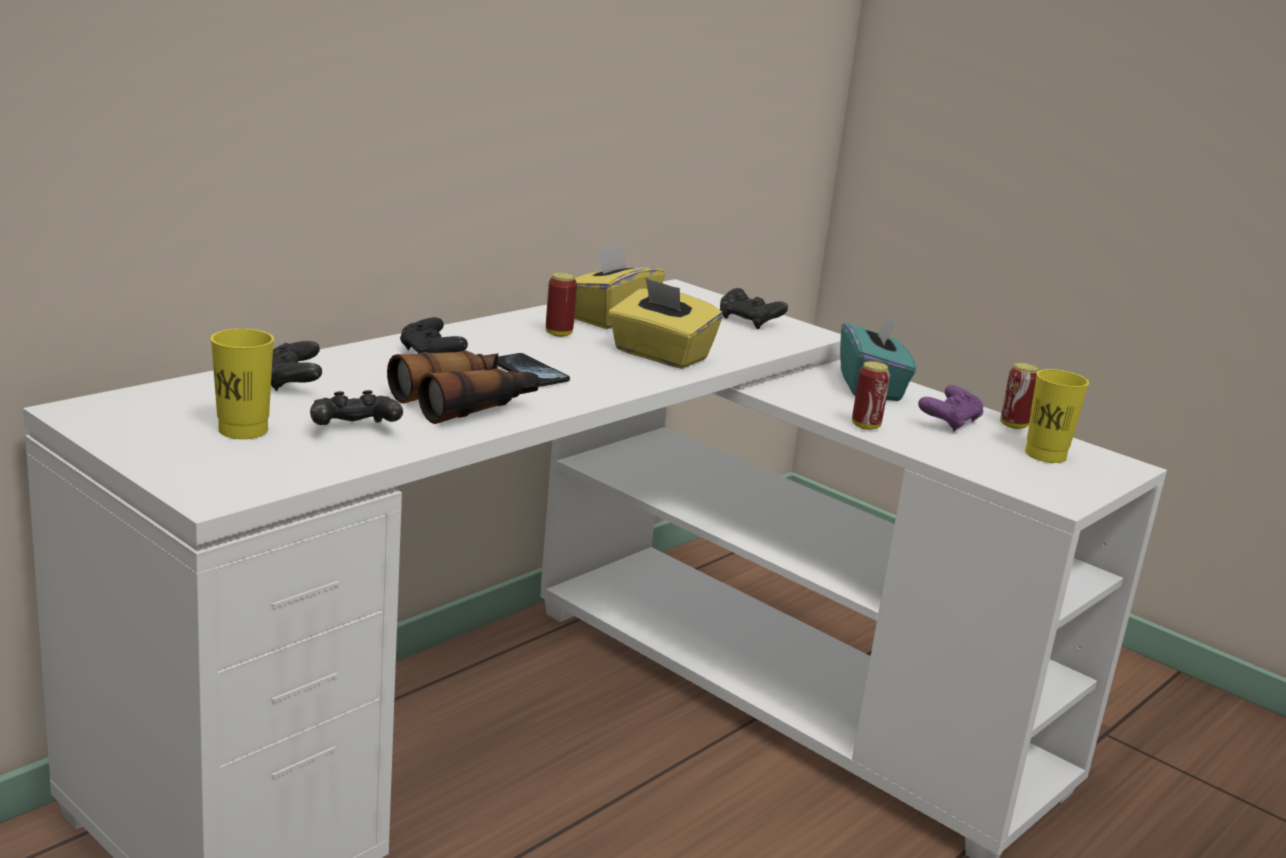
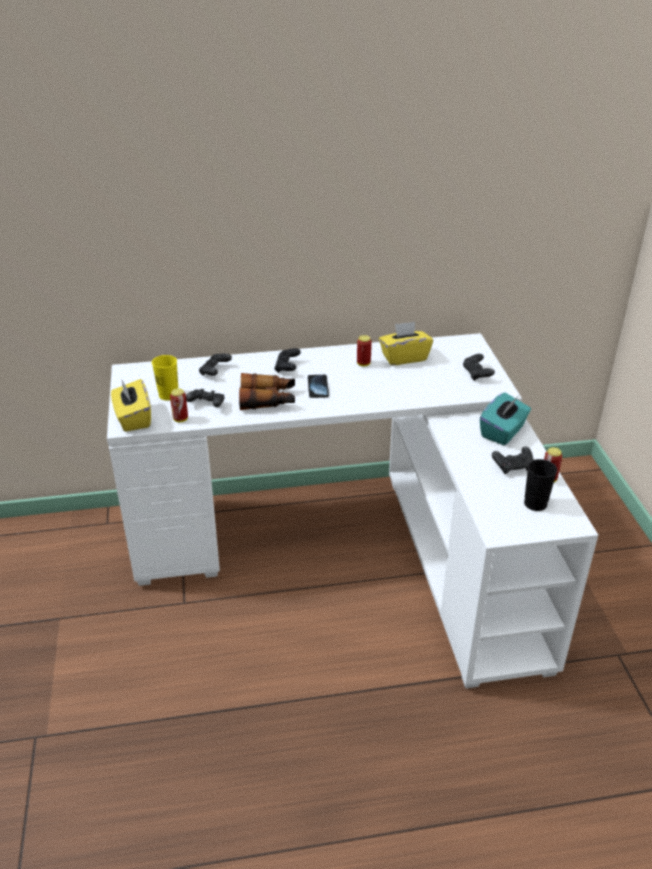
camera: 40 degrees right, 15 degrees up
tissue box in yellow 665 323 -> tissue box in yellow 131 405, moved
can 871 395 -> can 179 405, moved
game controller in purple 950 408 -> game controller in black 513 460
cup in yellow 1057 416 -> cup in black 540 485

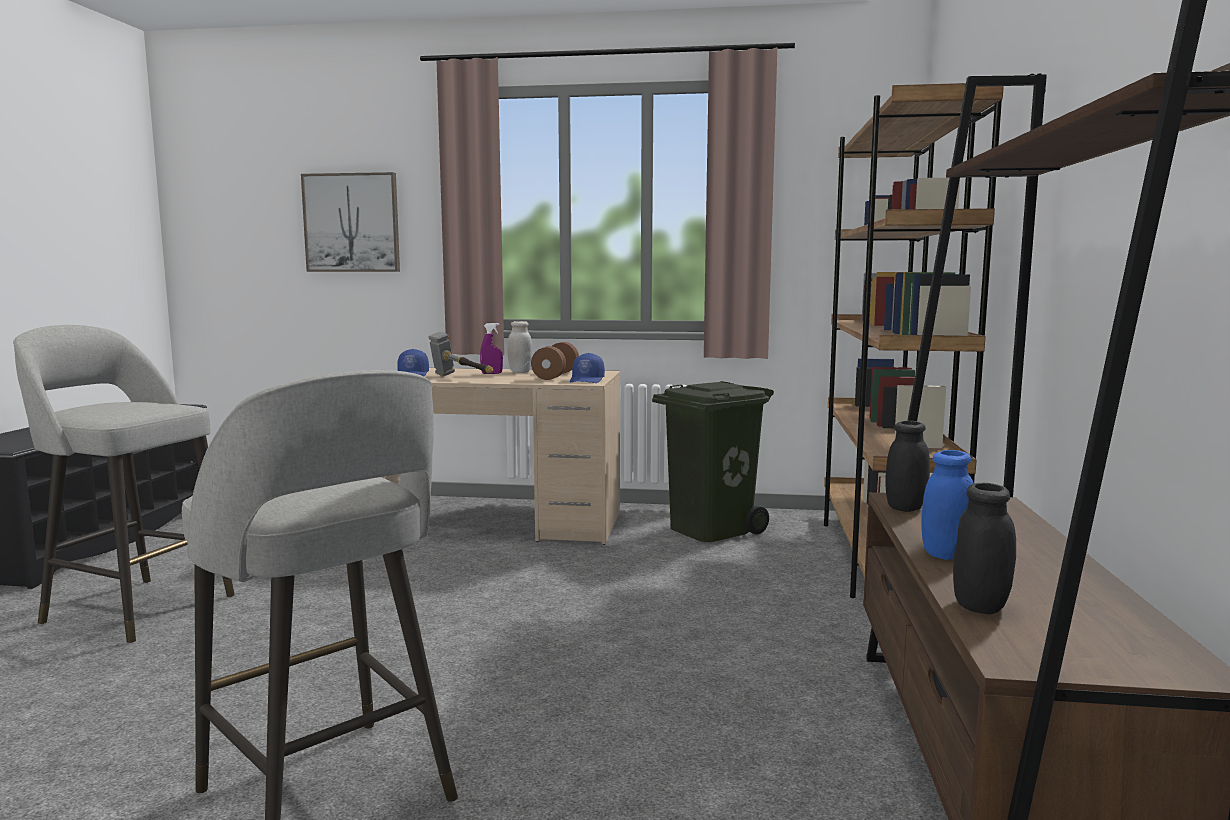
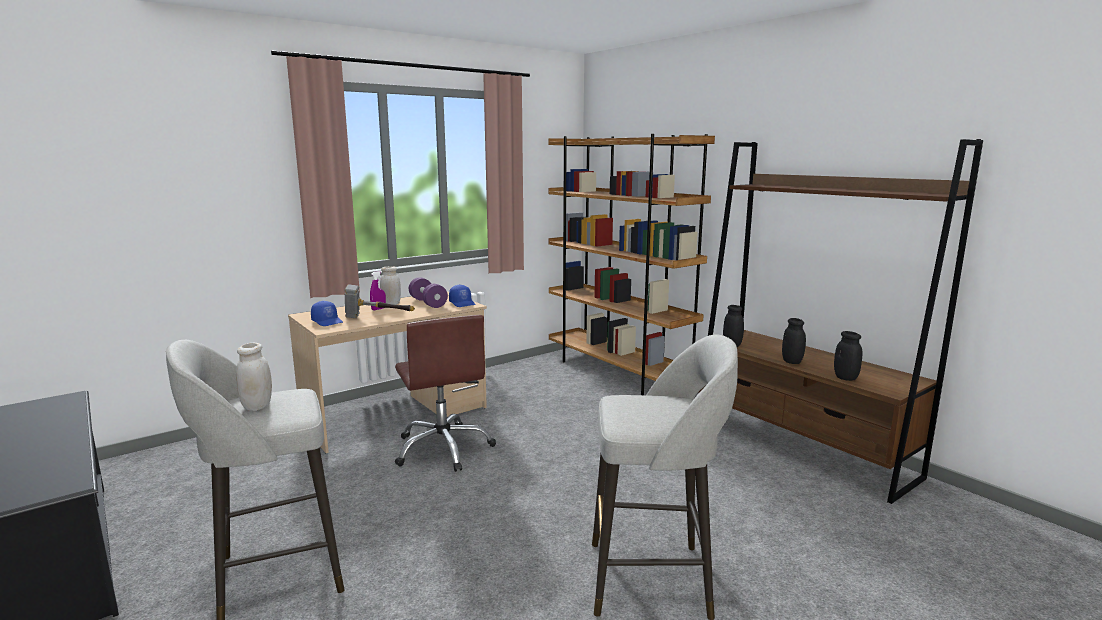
camera: 45 degrees left, 5 degrees up
picture 350 222 -> none
dumbbell in brown 555 361 -> dumbbell in purple 428 292
trash can in green 713 461 -> none
jar in blue 947 505 -> jar in black 794 341
none -> jar in white 254 376
none -> office chair in brown 445 393

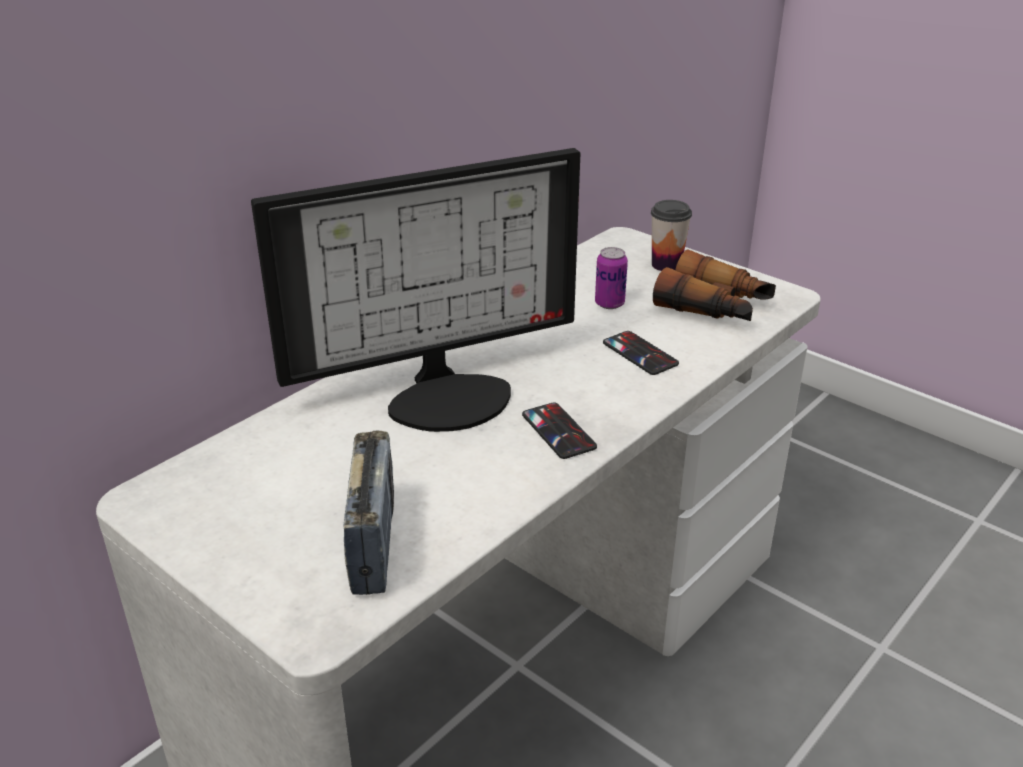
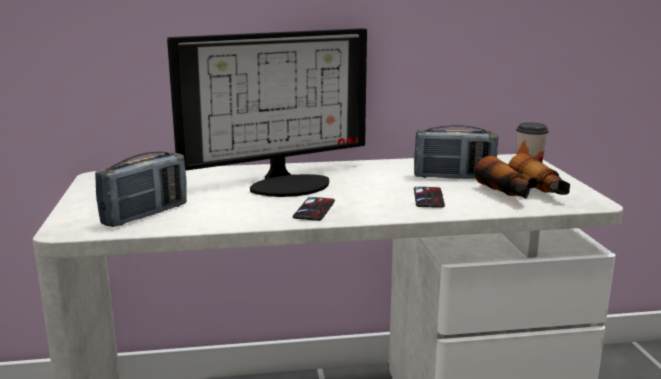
camera: 40 degrees right, 15 degrees down
monitor 415 290 -> monitor 267 112, 45 degrees counterclockwise
can 611 278 -> radio 456 152

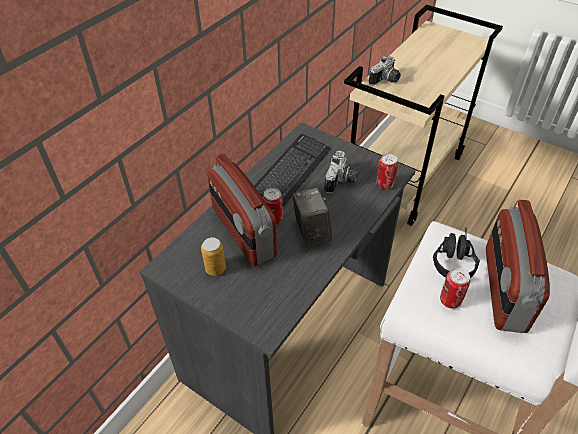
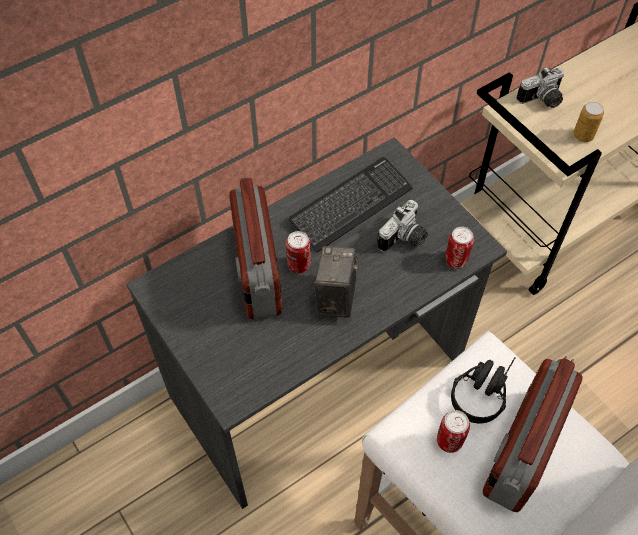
camera: 20 degrees right, 10 degrees up
can 213 256 -> can 588 122, moved

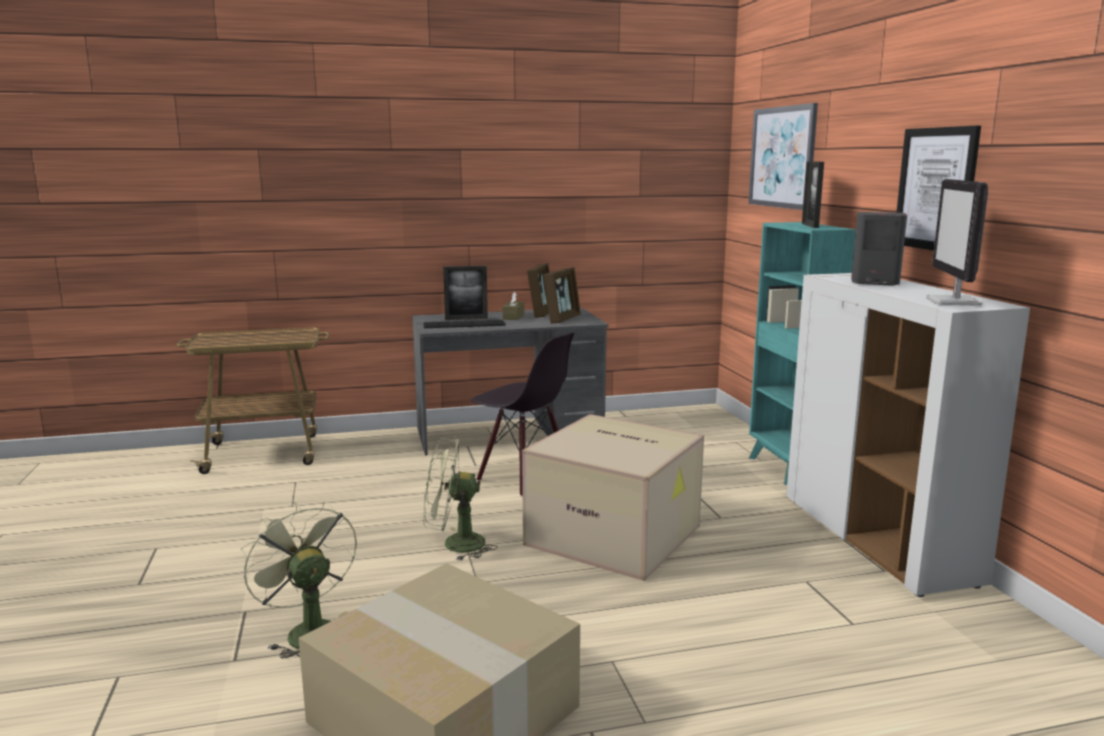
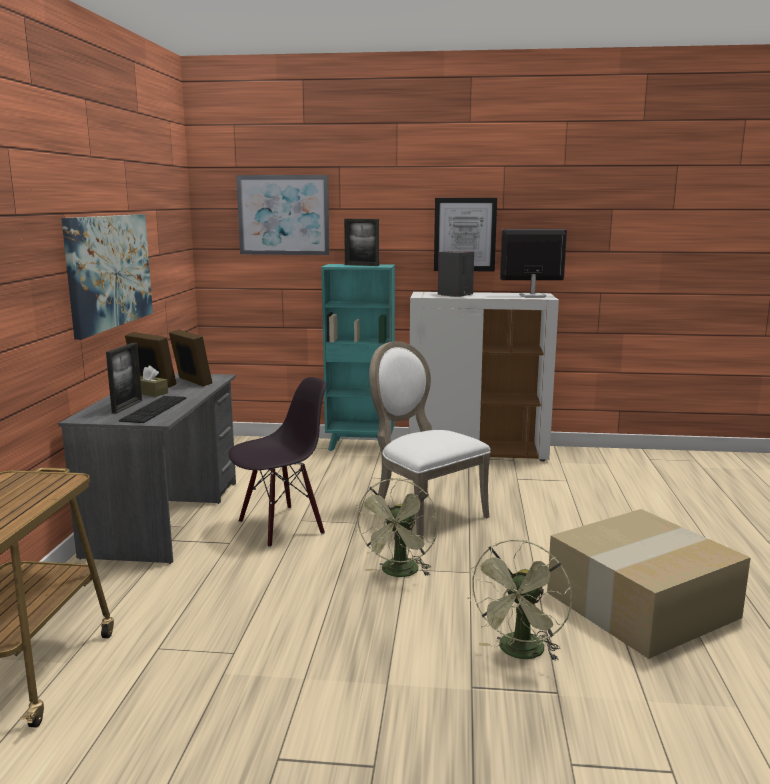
camera: 70 degrees left, 0 degrees up
fan in green 299 579 -> fan in green 520 600, 45 degrees counterclockwise
cardboard box 613 497 -> chair in white 430 441
monitor 957 242 -> monitor 533 263, 150 degrees clockwise
none -> picture 107 277

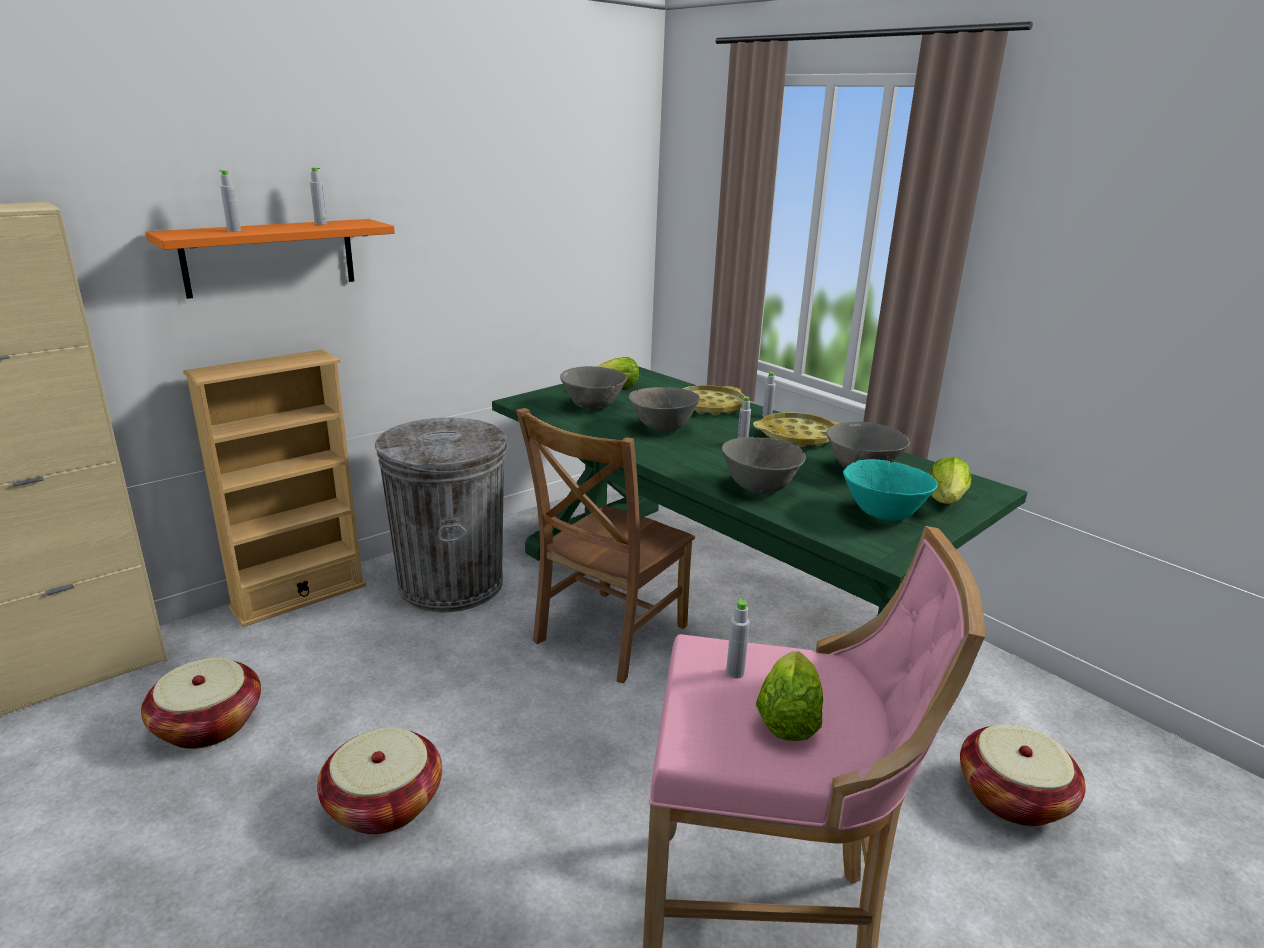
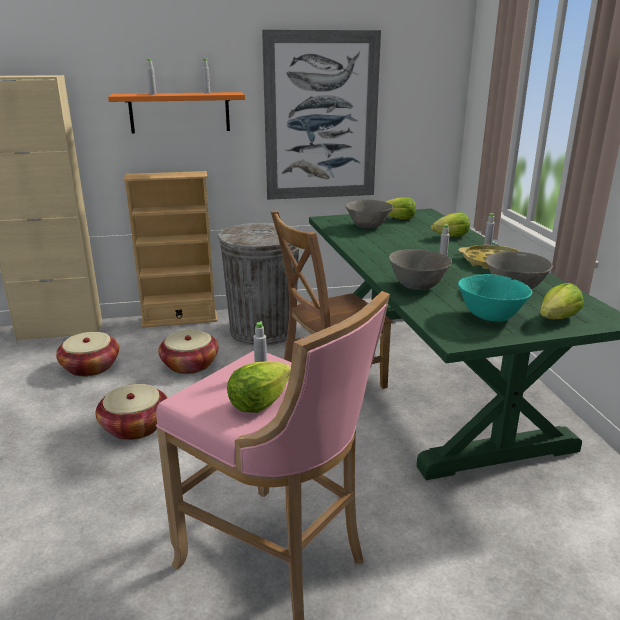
camera: 30 degrees right, 0 degrees up
bowl in grey 664 409 -> none
tray in yellow 713 400 -> lettuce 450 224
basket 1023 775 -> basket 188 352, moved
none -> picture 321 115

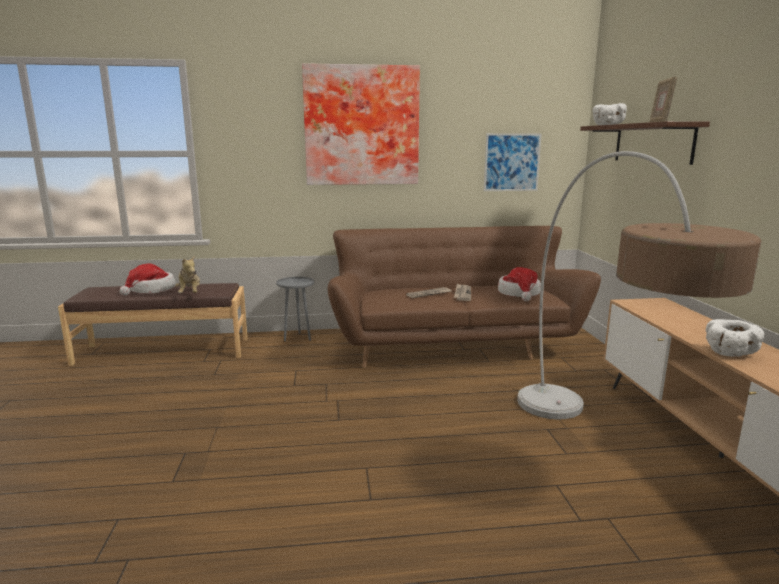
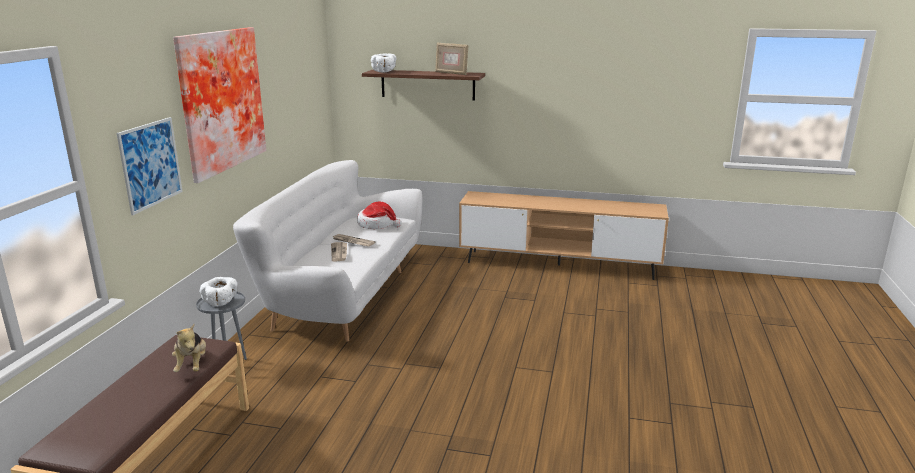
camera: 70 degrees left, 5 degrees up
hat 147 280 -> none
plush toy 187 274 -> plush toy 189 348, 75 degrees clockwise
sofa in brown 464 297 -> sofa in white 327 251
picture 513 162 -> picture 150 166, moved
floor lamp 639 285 -> none
bowl in white 735 338 -> bowl in white 218 292, moved

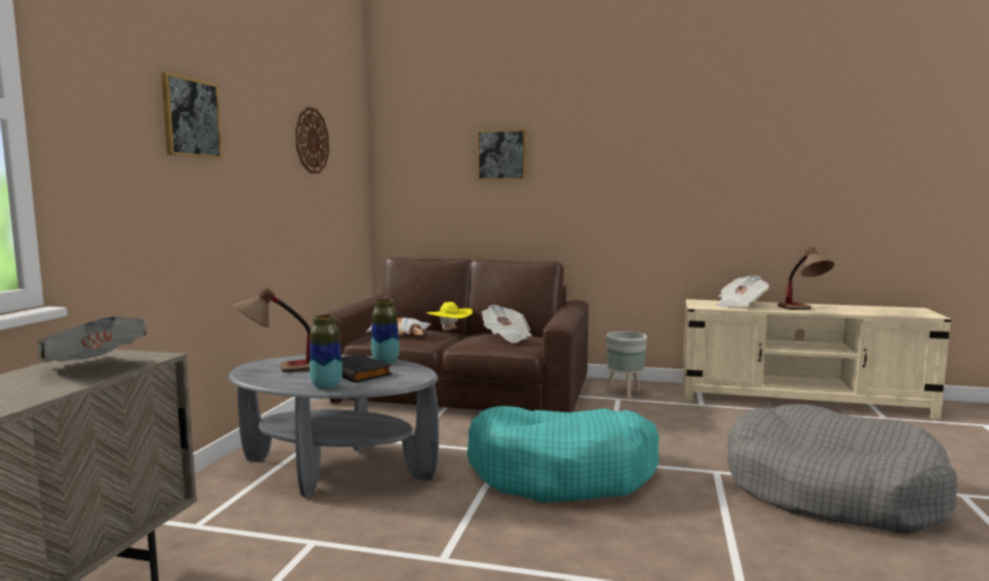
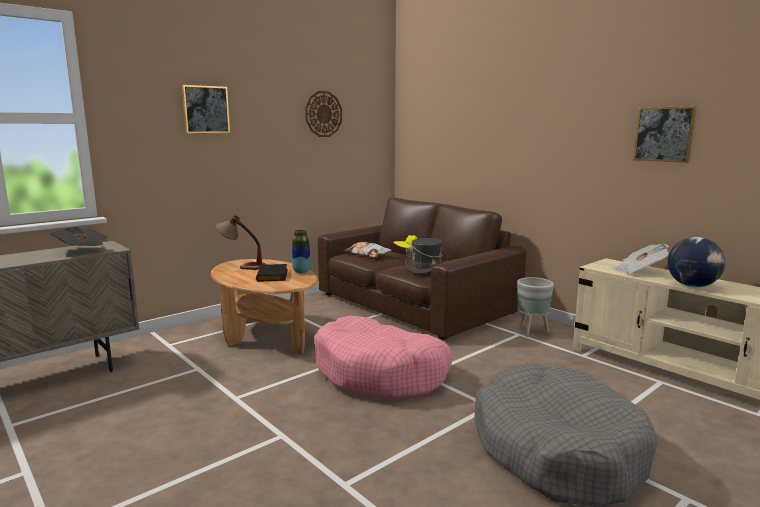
camera: 35 degrees right, 5 degrees up
coffee table in grey 333 426 -> coffee table in brown 264 306
vase 326 352 -> none
dog bed in turquoise 563 454 -> dog bed in pink 383 357
picture 501 154 -> picture 665 134, moved
newspaper 507 324 -> hat in grey 426 256
table lamp 806 278 -> globe 696 262

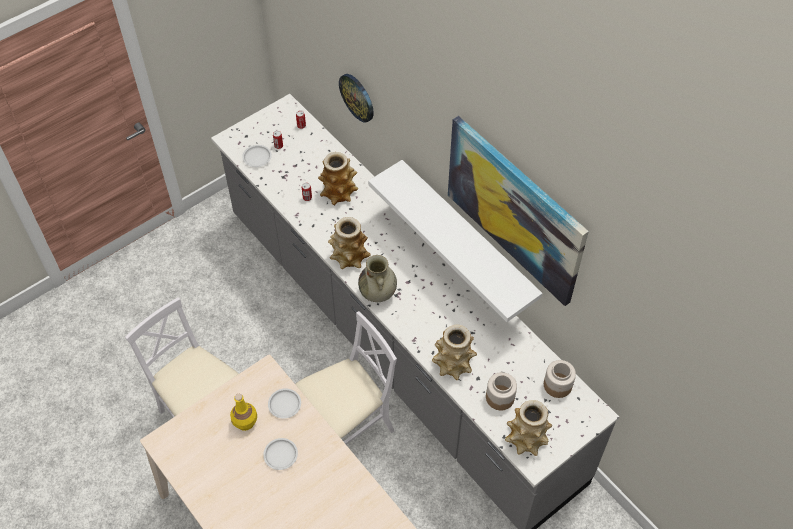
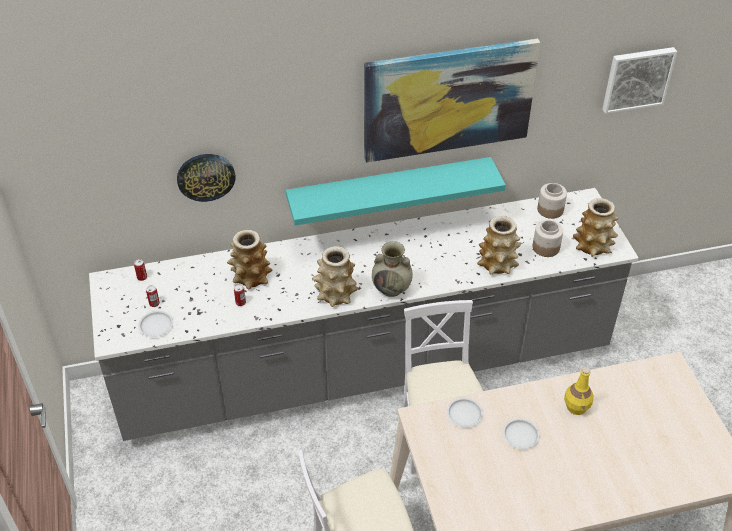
camera: 65 degrees left, 10 degrees down
bottle in yellow 243 412 -> bottle in yellow 579 391, moved
shelf in white 455 241 -> shelf in turquoise 396 191
none -> picture 639 80

